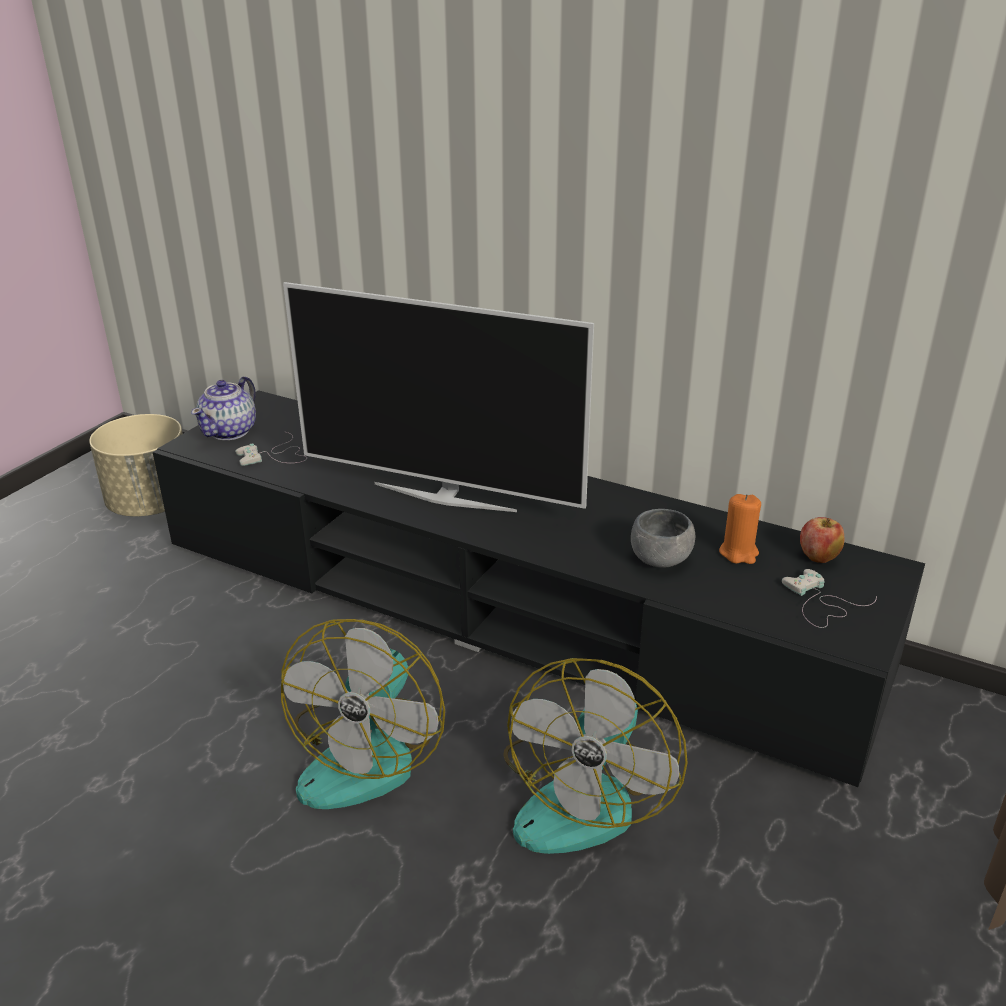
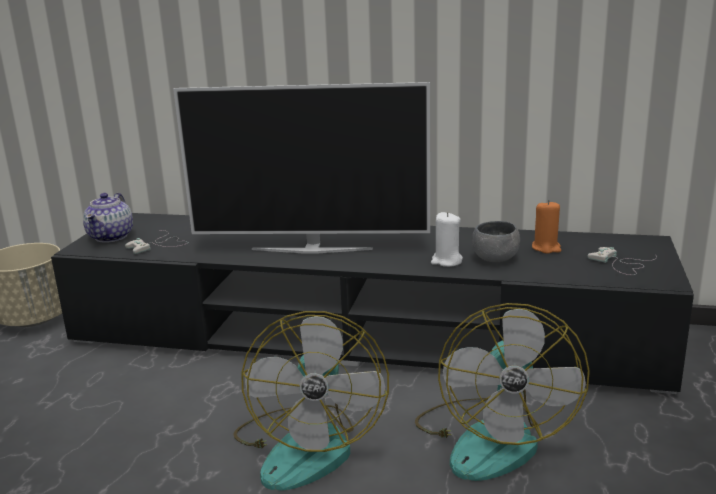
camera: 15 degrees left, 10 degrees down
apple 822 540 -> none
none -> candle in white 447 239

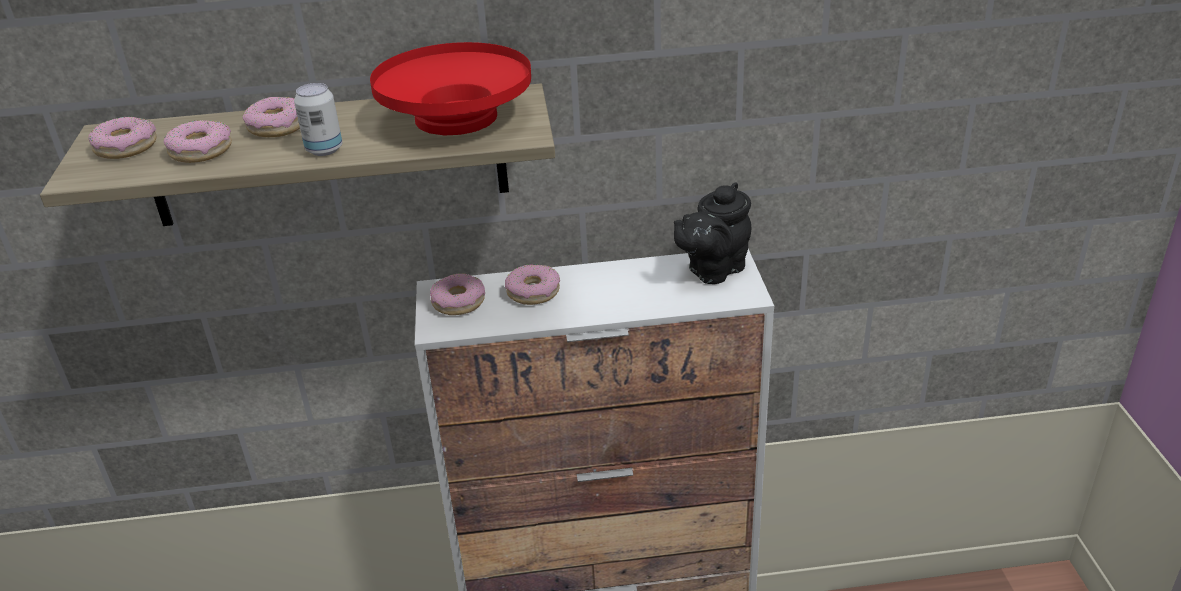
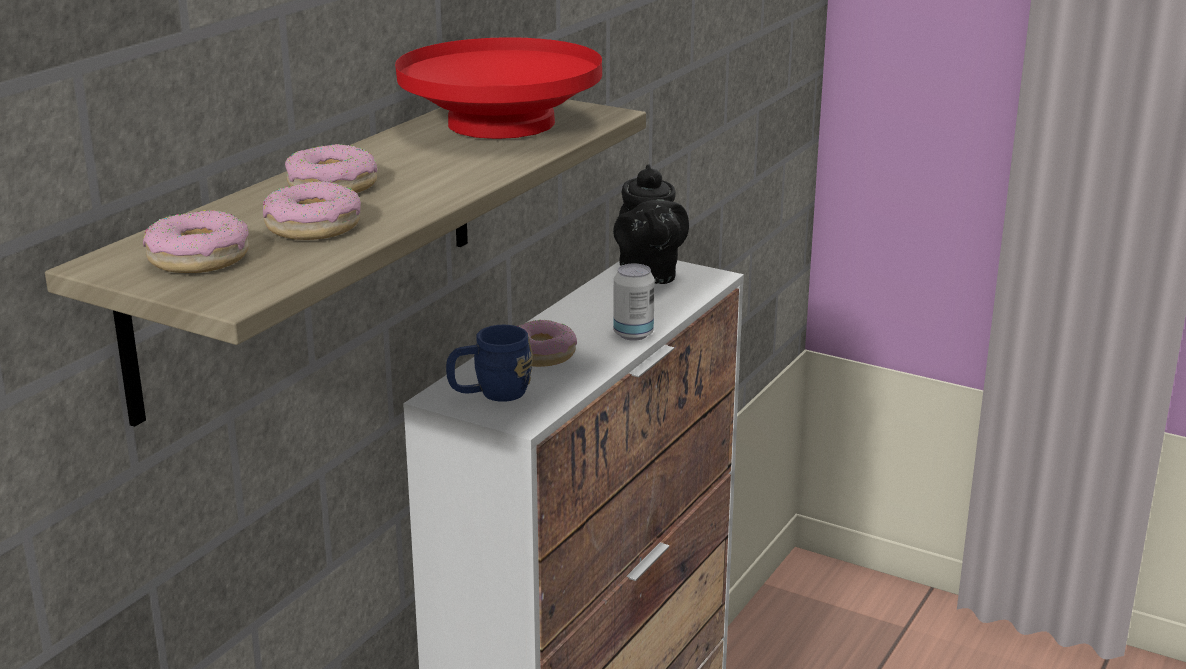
camera: 55 degrees left, 10 degrees down
can 318 119 -> can 634 302, moved
donut 457 294 -> mug in blue 489 363

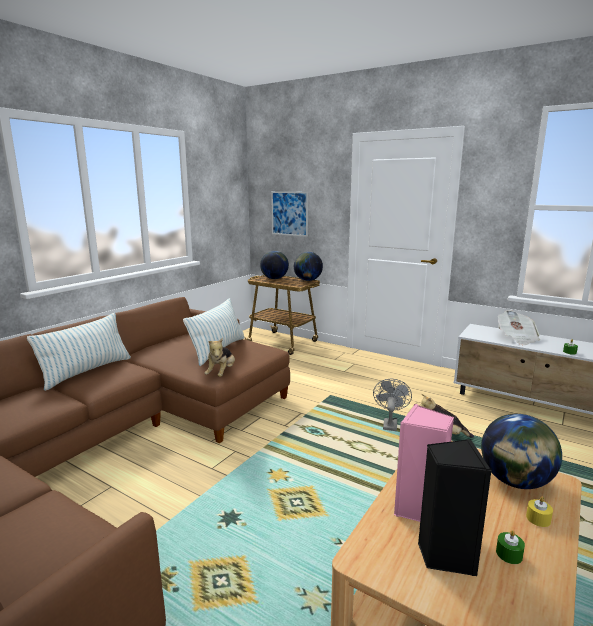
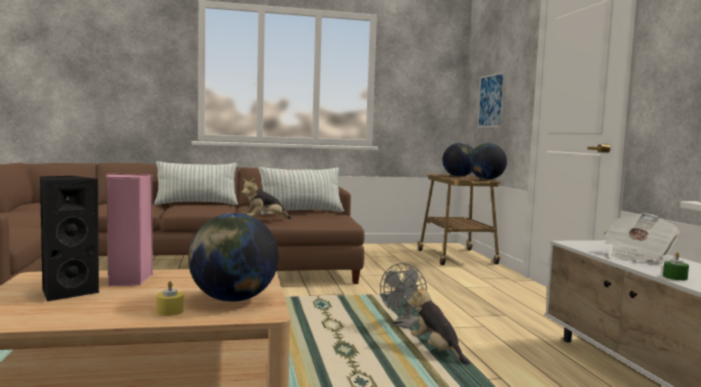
camera: 45 degrees right, 10 degrees down
fan in grey 392 405 -> fan in grey 403 296, 150 degrees clockwise
candle in green 510 547 -> none

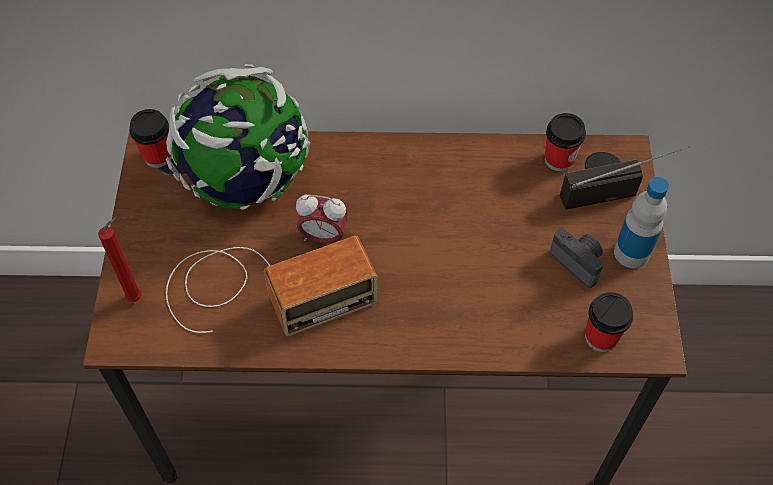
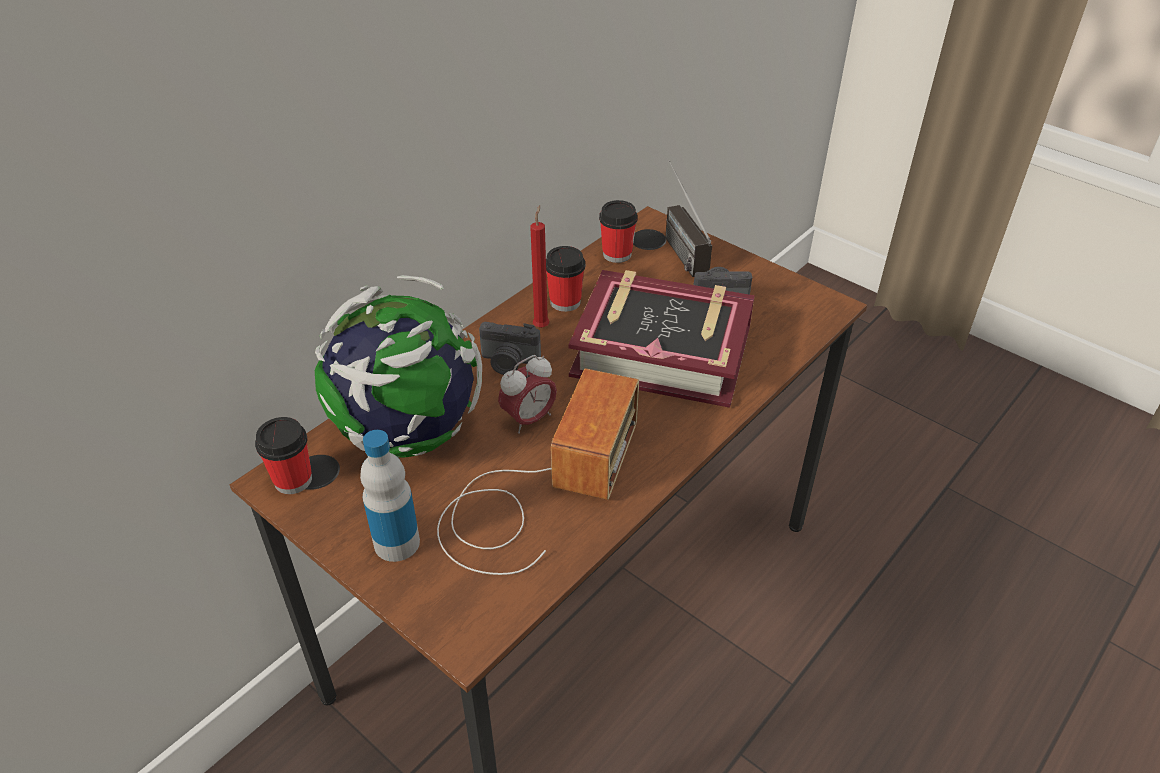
camera: 50 degrees left, 15 degrees down
candle in red 120 259 -> candle in red 539 266, moved
radio 625 178 -> radio 688 218, 45 degrees counterclockwise
cup 609 322 -> cup 565 279, moved
bottle 641 222 -> bottle 390 496, moved
none -> photo camera 510 348
none -> book 661 339

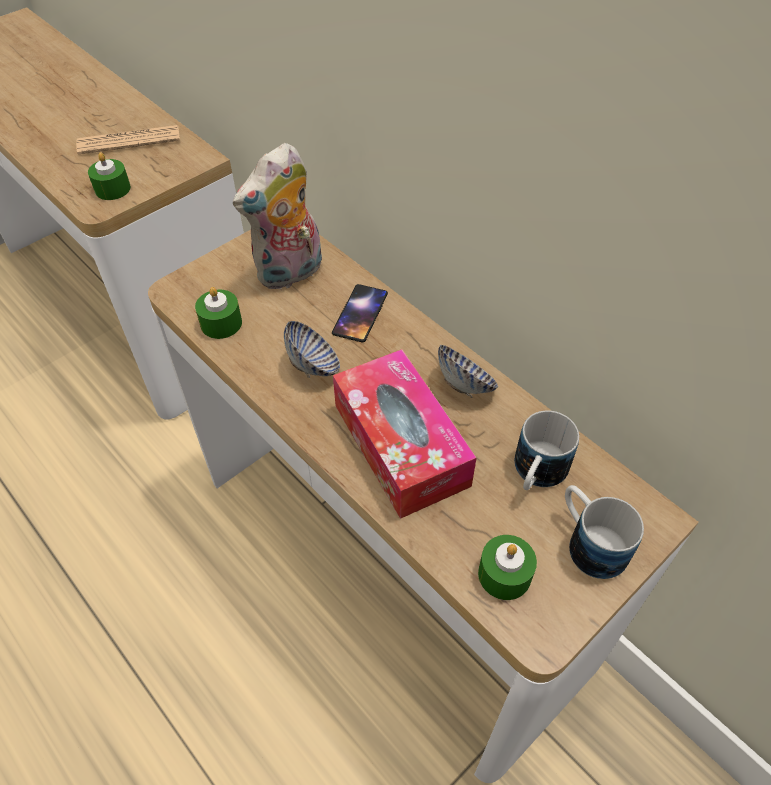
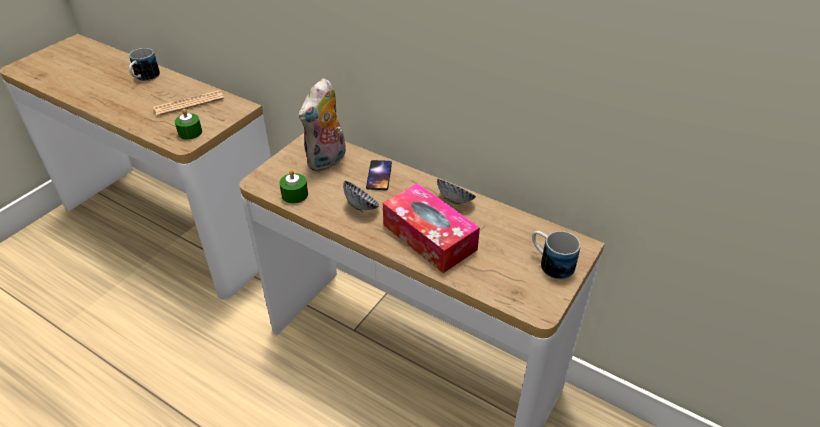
camera: 15 degrees left, 10 degrees down
candle in green 507 567 -> none
mug 546 450 -> mug 144 64, moved

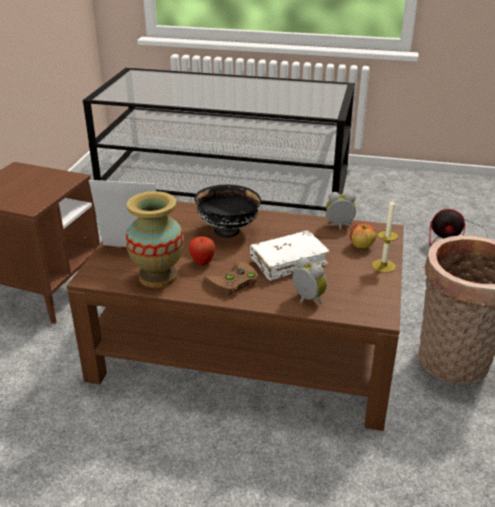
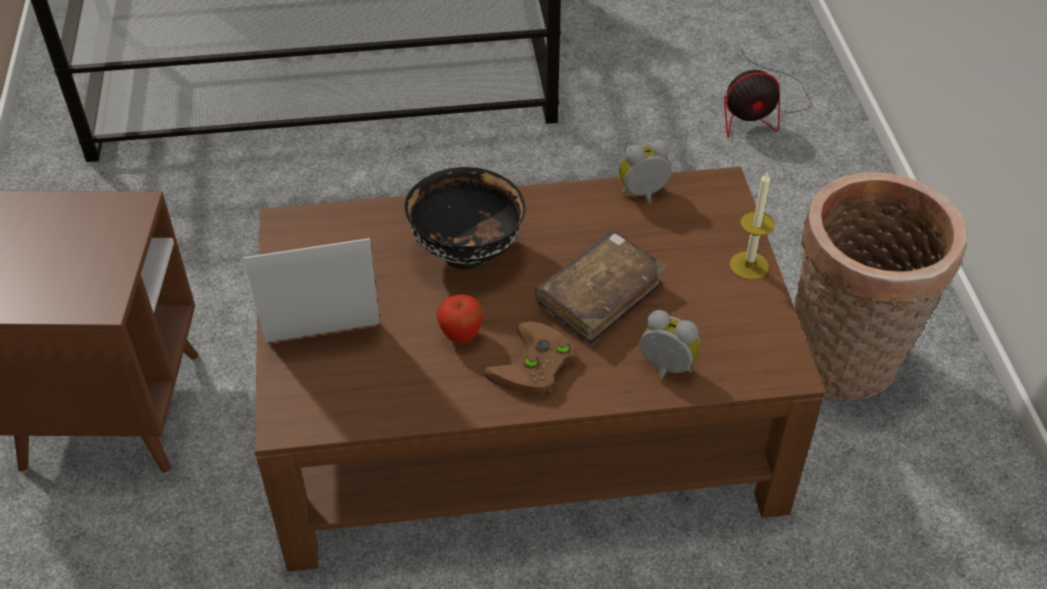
camera: 20 degrees left, 15 degrees up
vase 155 239 -> none
book in white 290 256 -> book in brown 601 288
apple 363 235 -> none

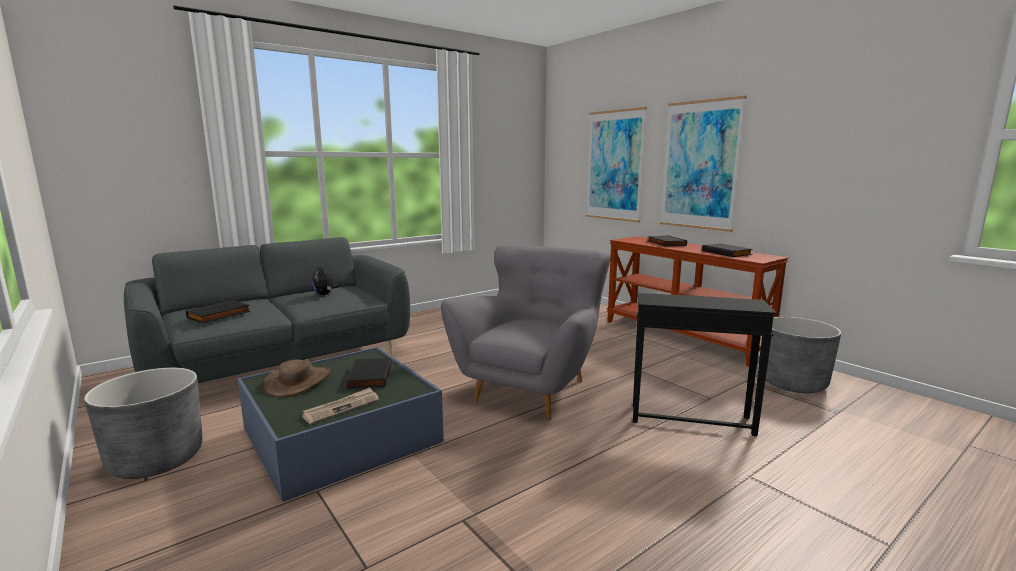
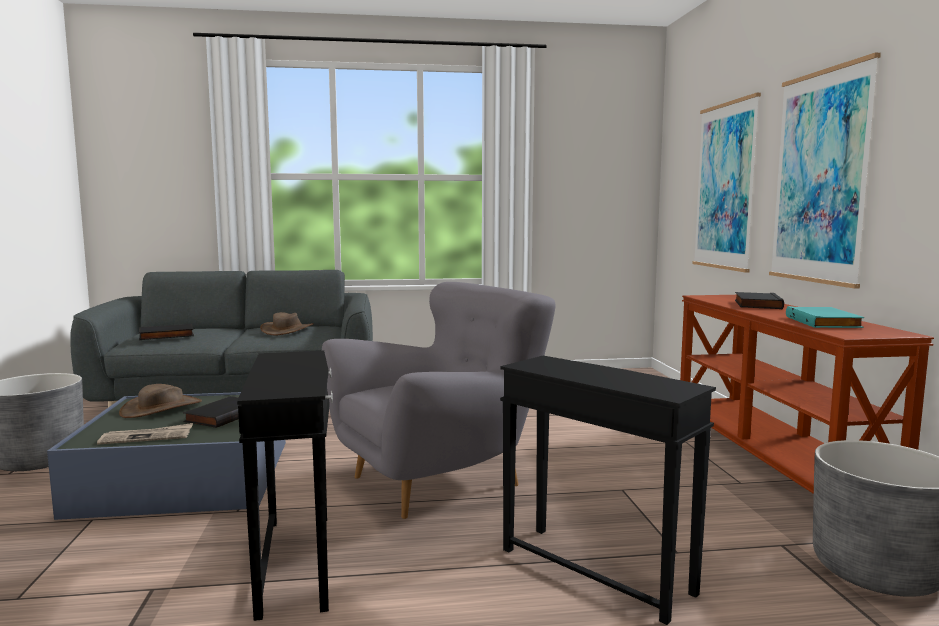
camera: 30 degrees right, 5 degrees down
plush toy 326 280 -> hat in brown 287 323
book in black 727 250 -> book in turquoise 825 317
none -> side table in black 285 486

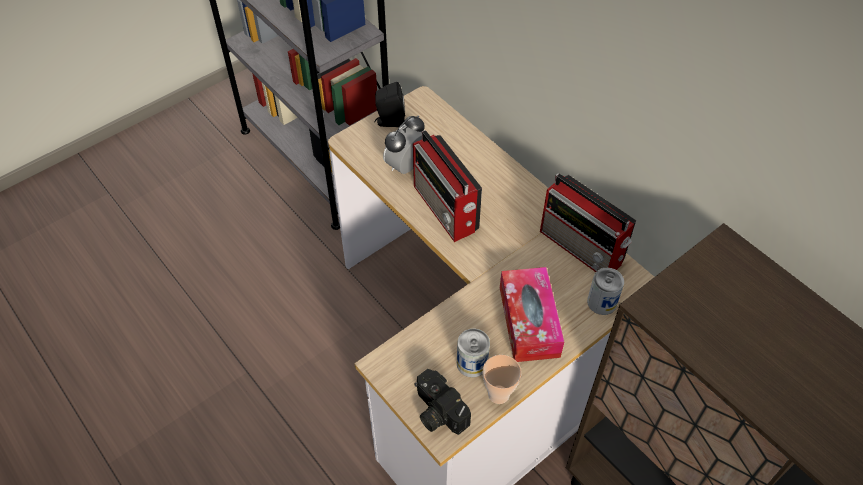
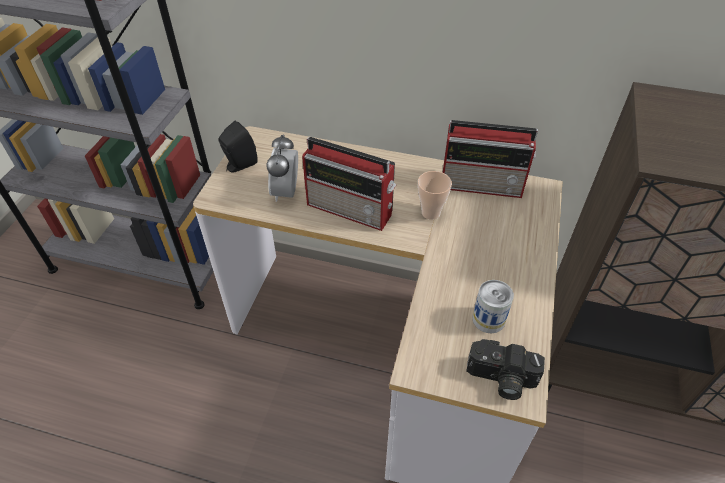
camera: 35 degrees left, 5 degrees down
cup 502 379 -> cup 435 195, moved
tissue box 532 314 -> none
can 605 291 -> none

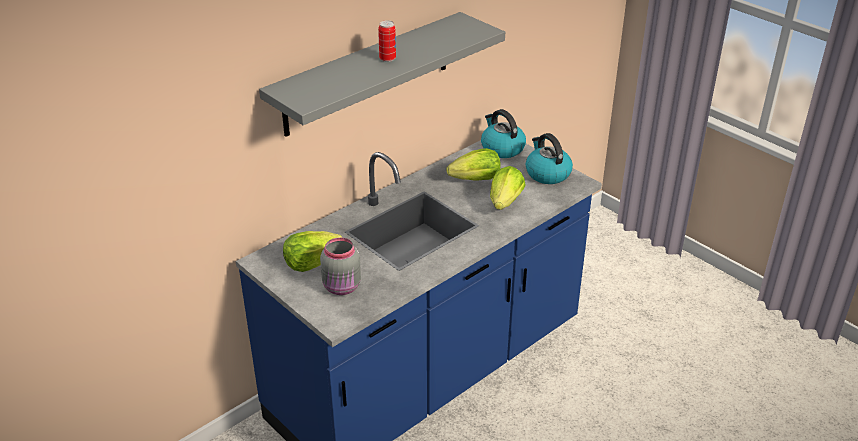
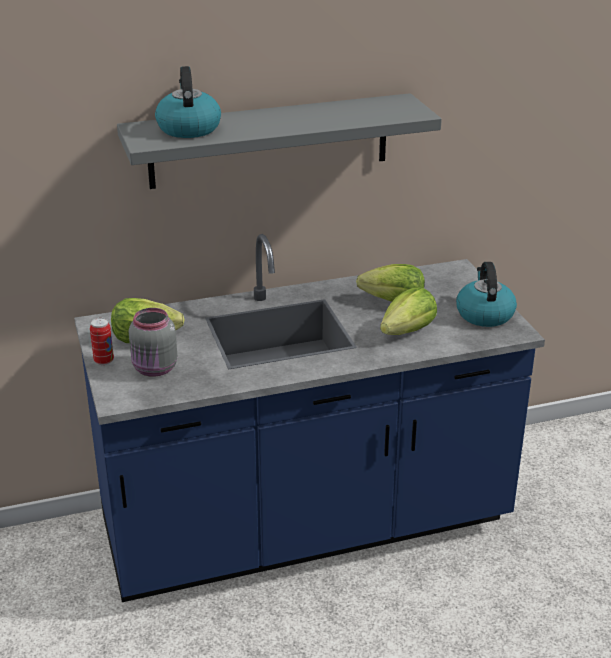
camera: 25 degrees right, 5 degrees down
can 387 41 -> can 102 341, moved
kettle 503 133 -> kettle 188 102, moved

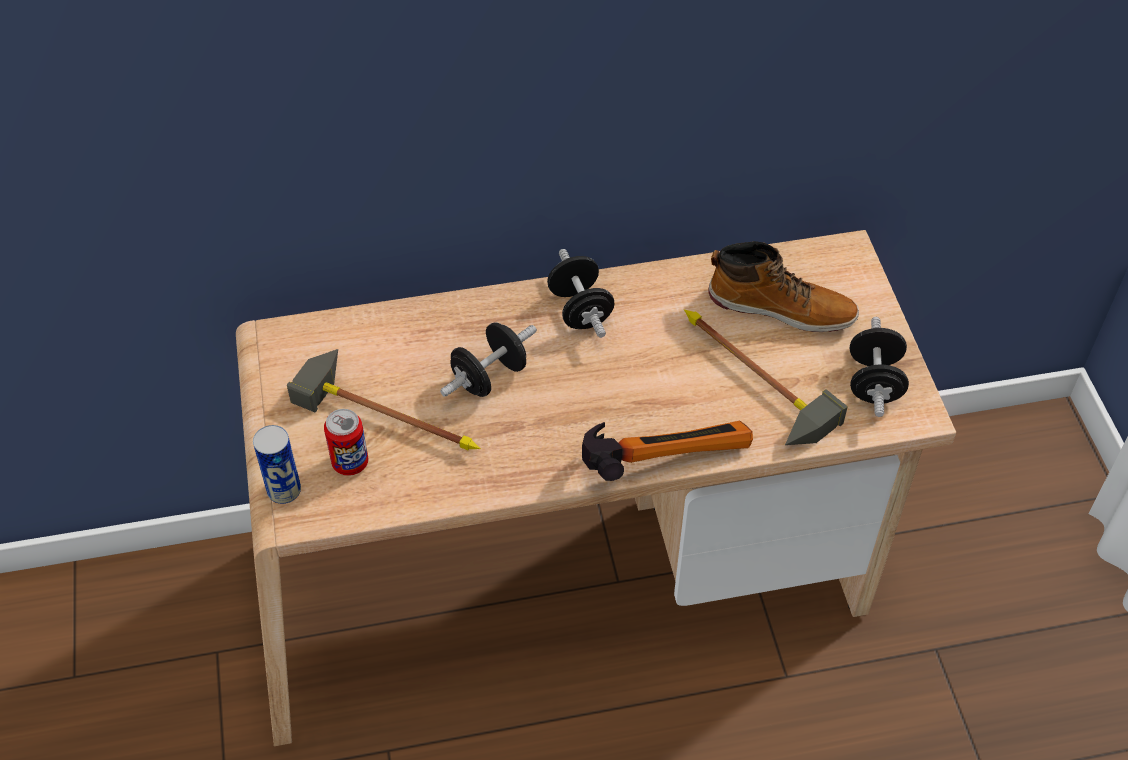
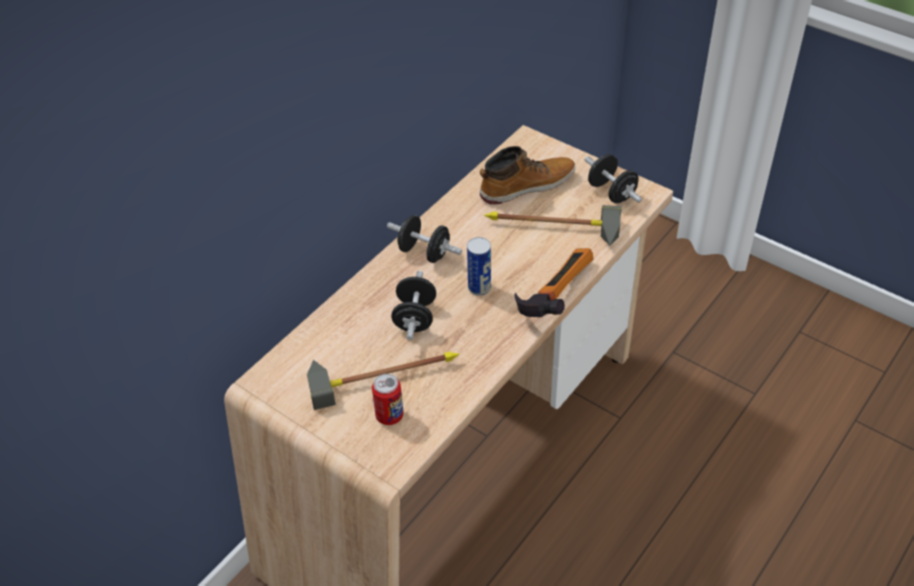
camera: 40 degrees left, 5 degrees down
can 277 464 -> can 479 266, moved

